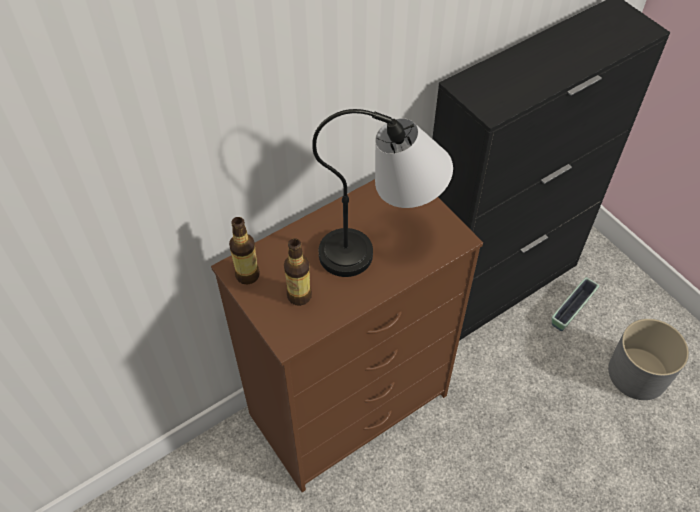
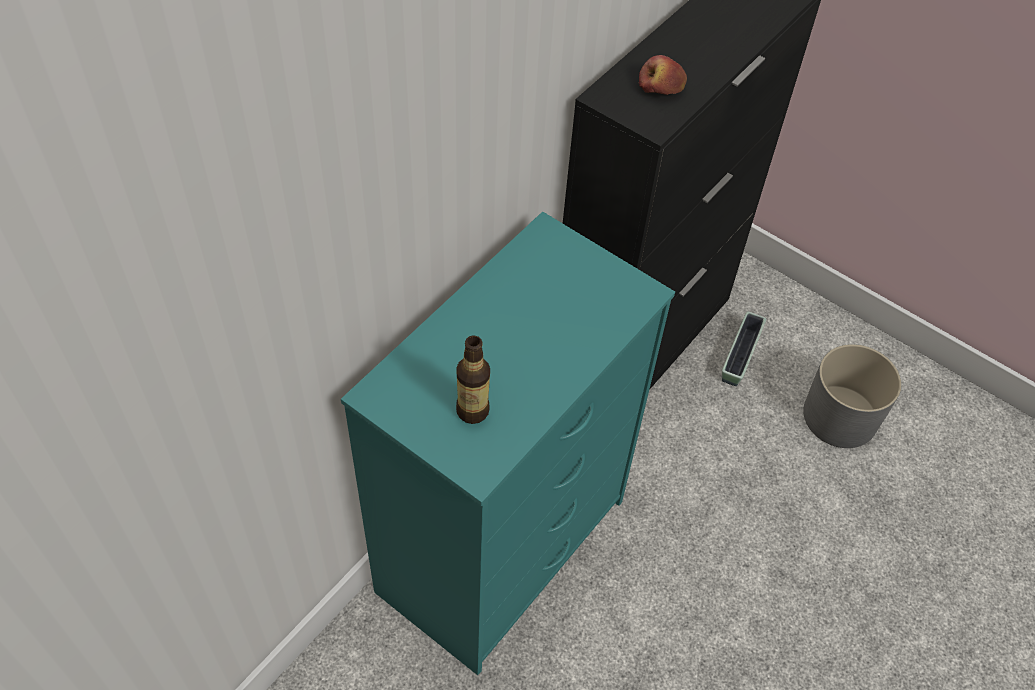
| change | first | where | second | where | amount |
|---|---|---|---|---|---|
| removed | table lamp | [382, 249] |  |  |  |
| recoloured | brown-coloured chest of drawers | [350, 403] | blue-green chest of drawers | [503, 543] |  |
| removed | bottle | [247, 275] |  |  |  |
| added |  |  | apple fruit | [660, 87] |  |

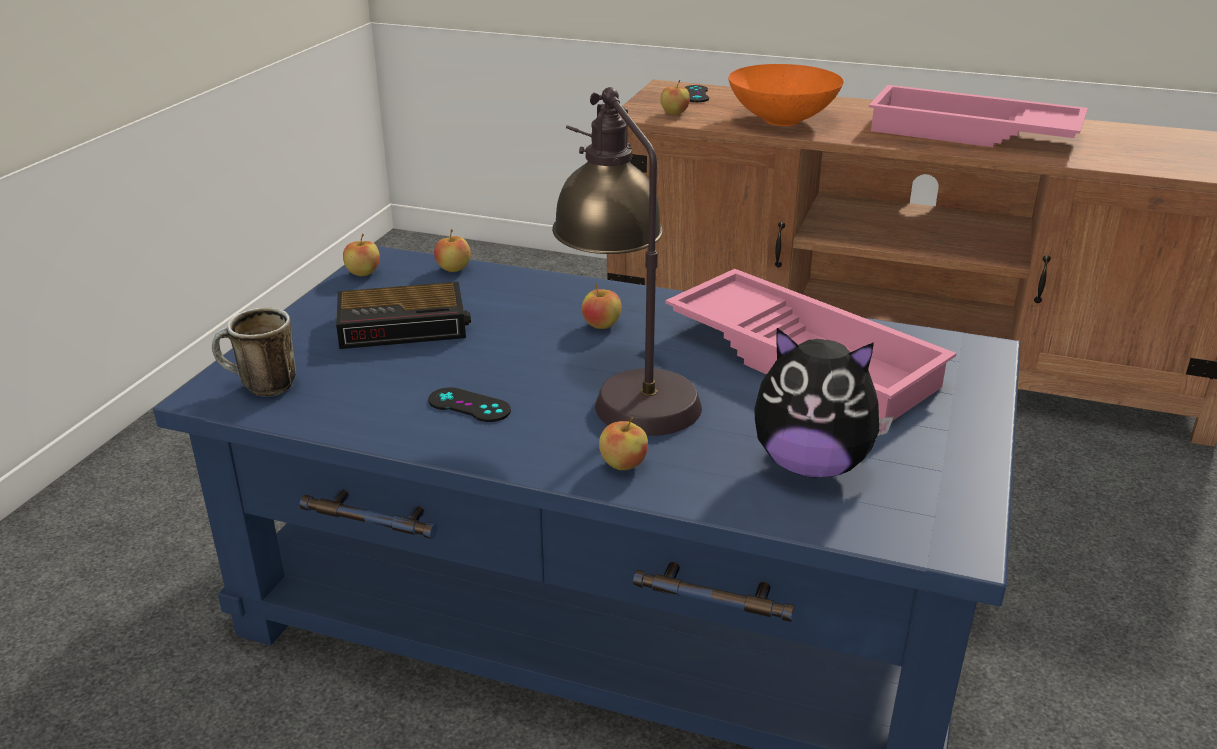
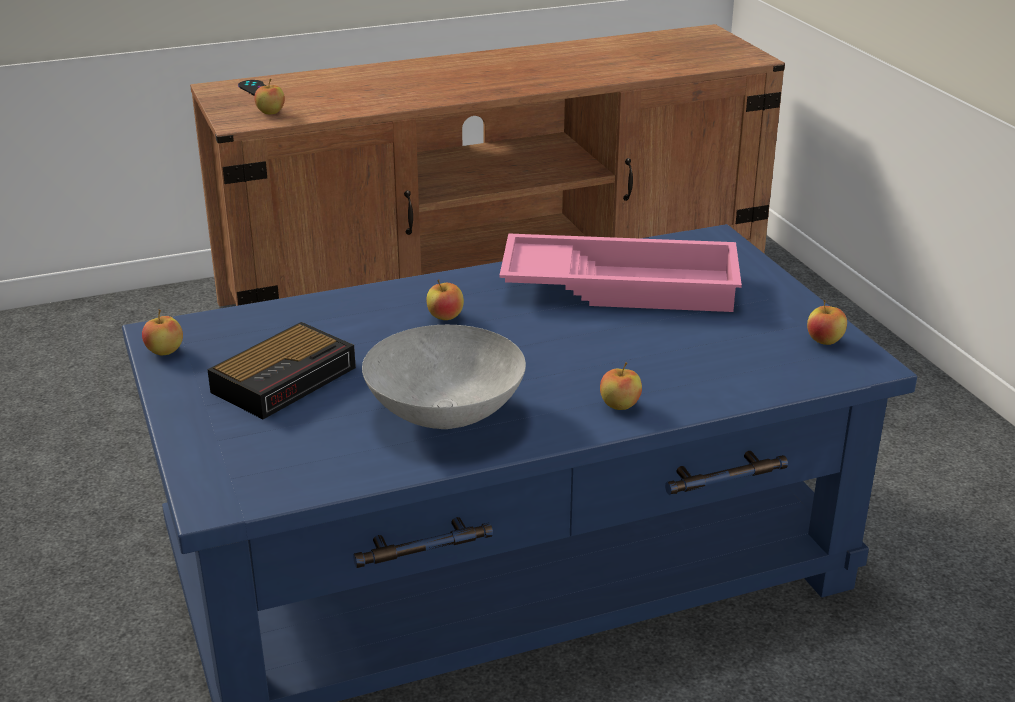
| change | first | where | second | where | amount |
|---|---|---|---|---|---|
| removed | orange-coloured bowl | [780, 121] |  |  |  |
| removed | pinkish tray | [970, 134] |  |  |  |
| removed | table lamp | [626, 388] |  |  |  |
| moved | apple fruit | [453, 269] |  | [824, 341] |  |
| removed | coffee mug | [259, 388] |  |  |  |
| removed | cuddly toy | [812, 465] |  |  |  |
| replaced | black-coloured game controller | [469, 405] | greyish bowl | [447, 415] |  |

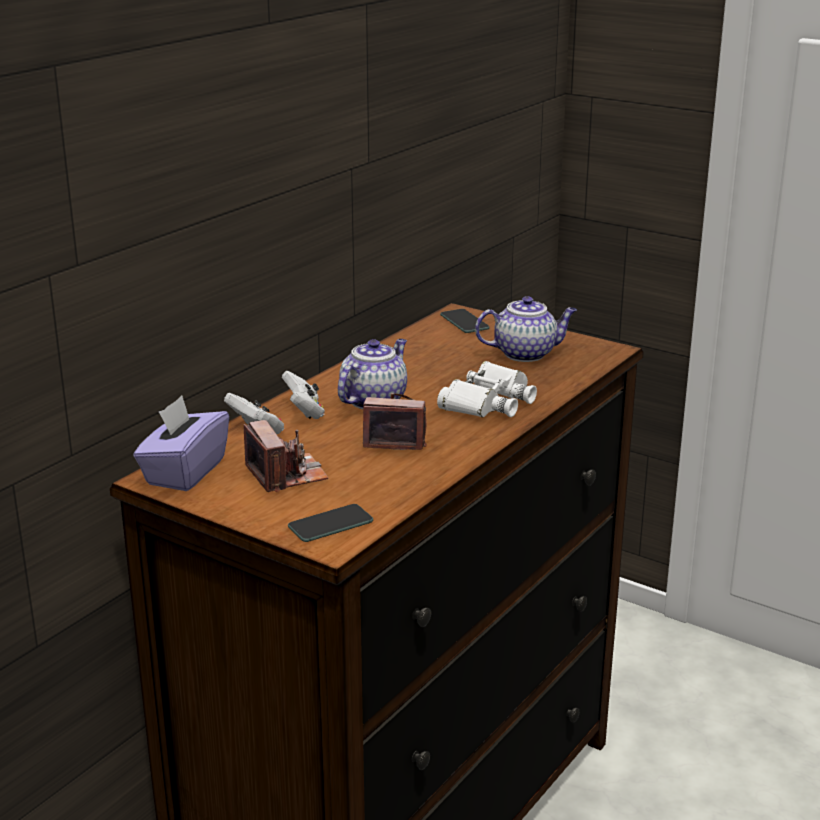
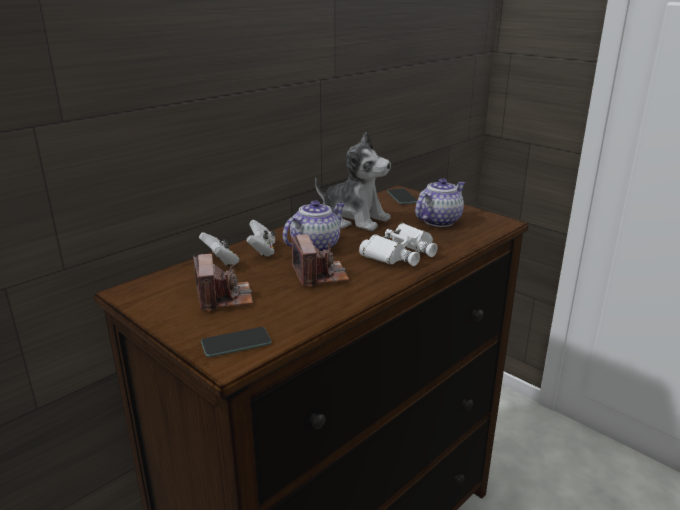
| change | first | where | second | where | amount |
|---|---|---|---|---|---|
| turned | teapot | [526, 353] |  | [439, 221] | 45 degrees counterclockwise |
| turned | photo camera | [395, 438] |  | [320, 275] | 60 degrees clockwise |
| removed | purple tissue box | [184, 472] |  |  |  |
| added |  |  | cuddly toy | [354, 219] |  |

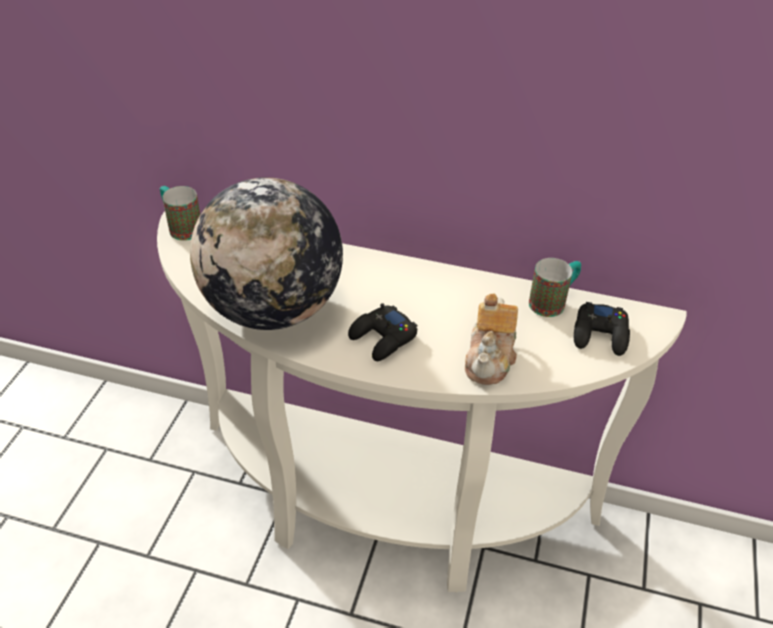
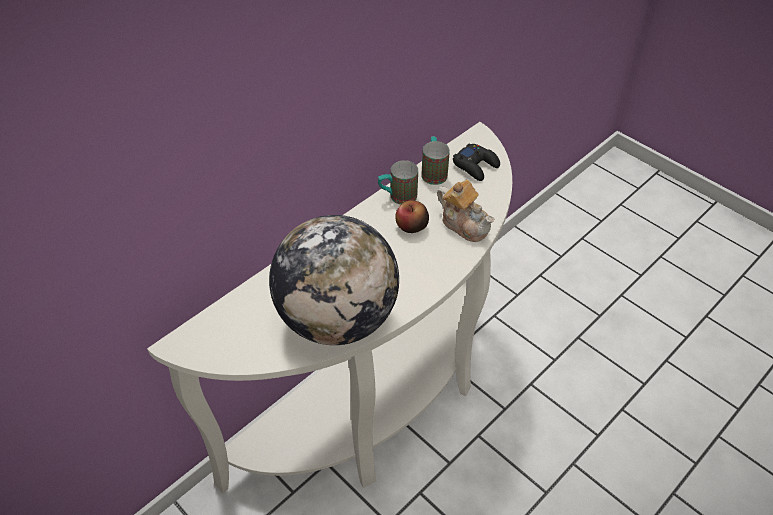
| change | first | where | second | where | amount |
|---|---|---|---|---|---|
| moved | coffee mug | [181, 227] |  | [397, 197] |  |
| removed | black-coloured game controller | [383, 338] |  |  |  |
| added |  |  | apple fruit | [411, 226] |  |

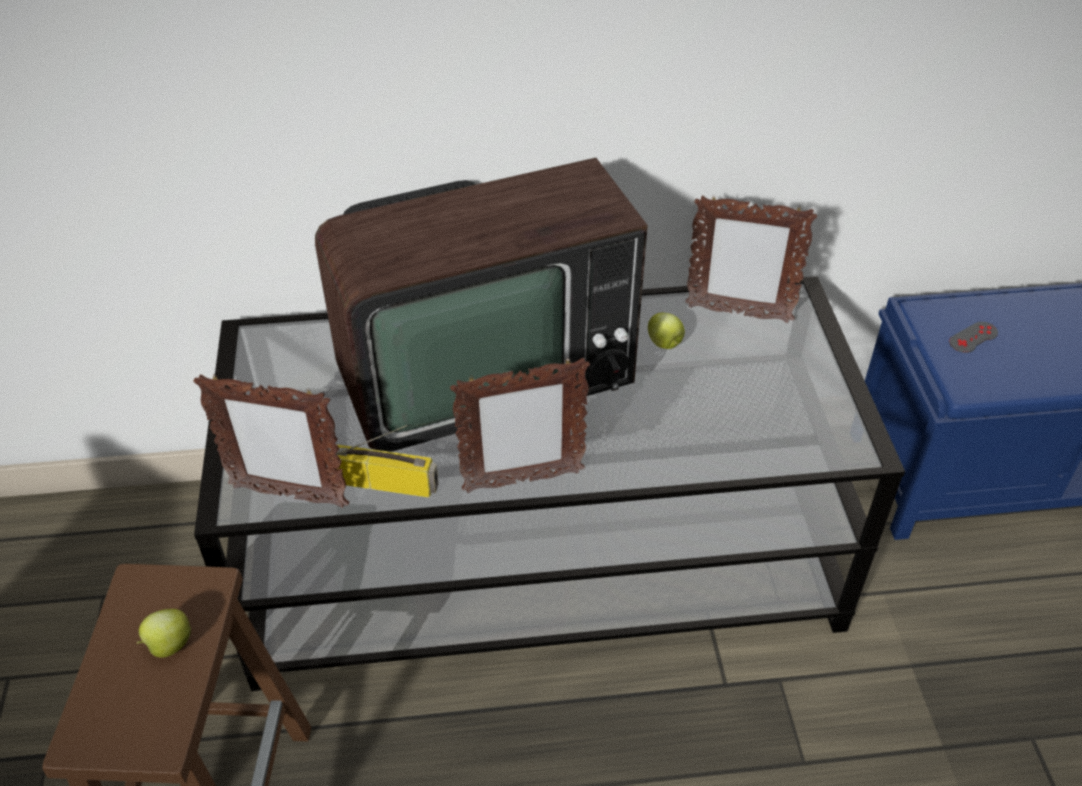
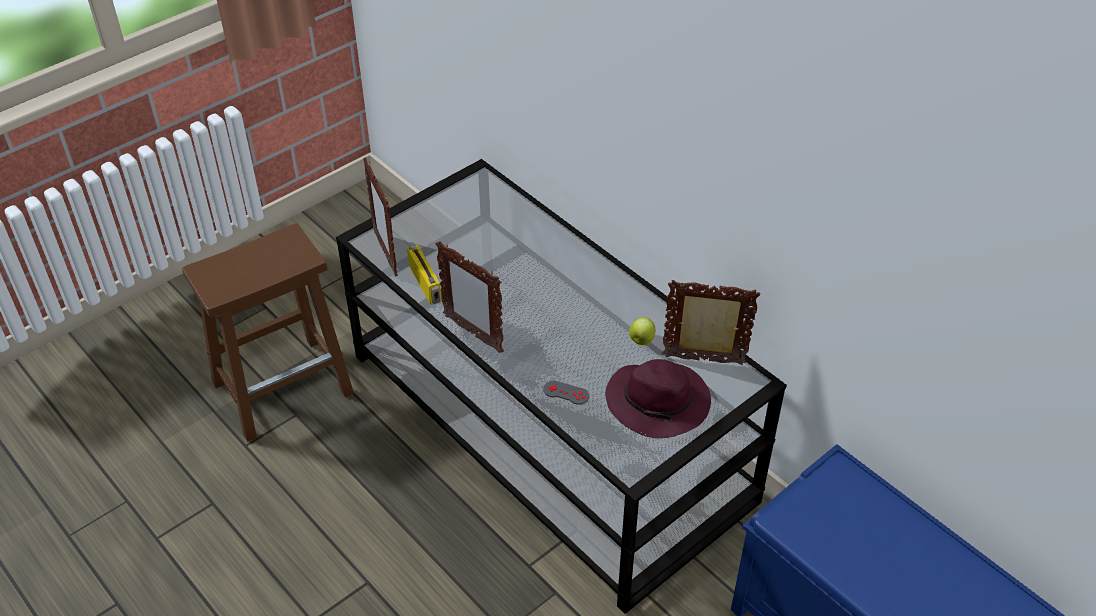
| change | first | where | second | where | amount |
|---|---|---|---|---|---|
| removed | TV set | [477, 369] |  |  |  |
| turned | photo frame | [737, 313] |  | [704, 361] | 120 degrees clockwise |
| moved | greyish game controller | [973, 337] |  | [566, 393] |  |
| removed | apple fruit | [168, 645] |  |  |  |
| added |  |  | purple clothing hat | [659, 403] |  |

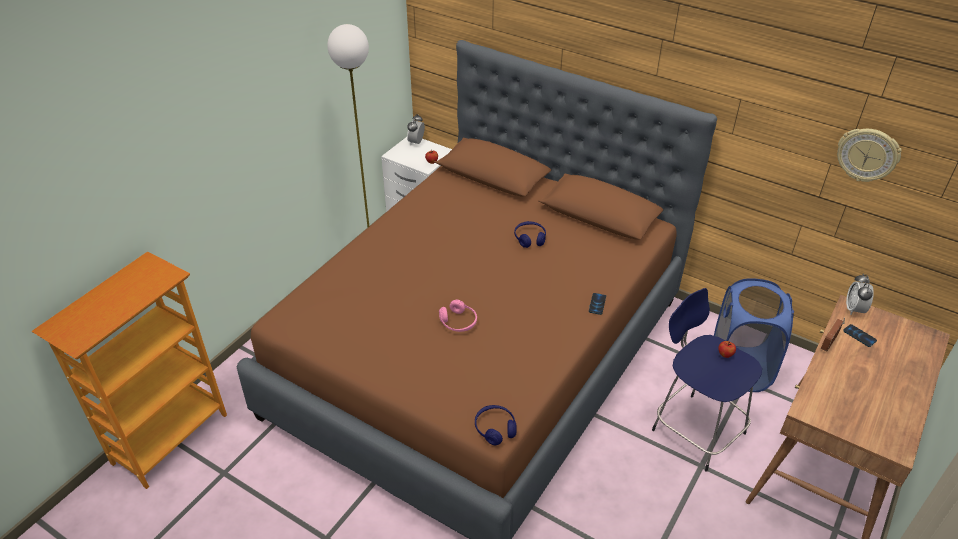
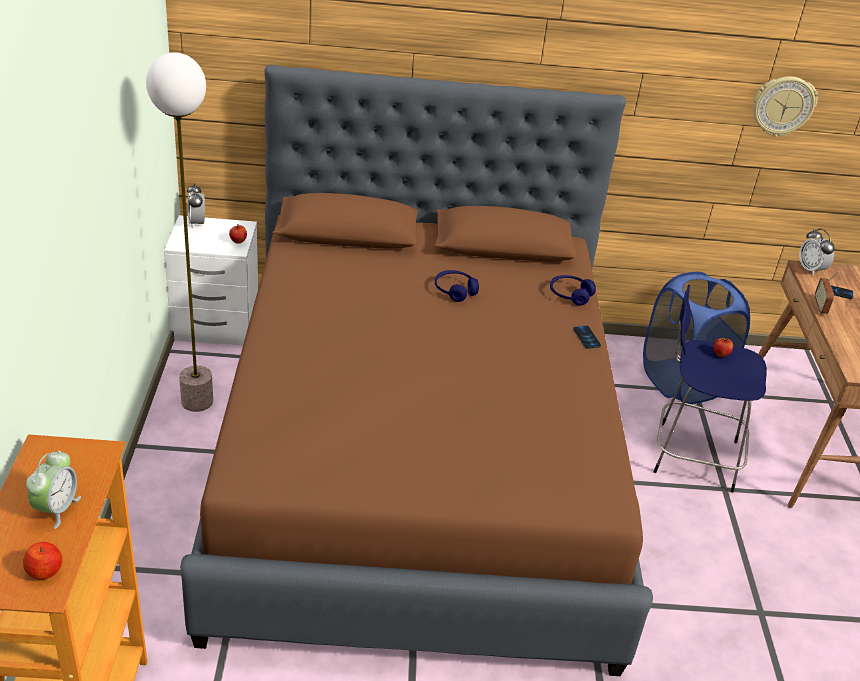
| change | first | where | second | where | amount |
|---|---|---|---|---|---|
| removed | pinkish headphones | [458, 322] |  |  |  |
| moved | blue-coloured headphones | [495, 428] |  | [570, 295] |  |
| added |  |  | table clock | [56, 509] |  |
| added |  |  | apple fruit | [45, 571] |  |

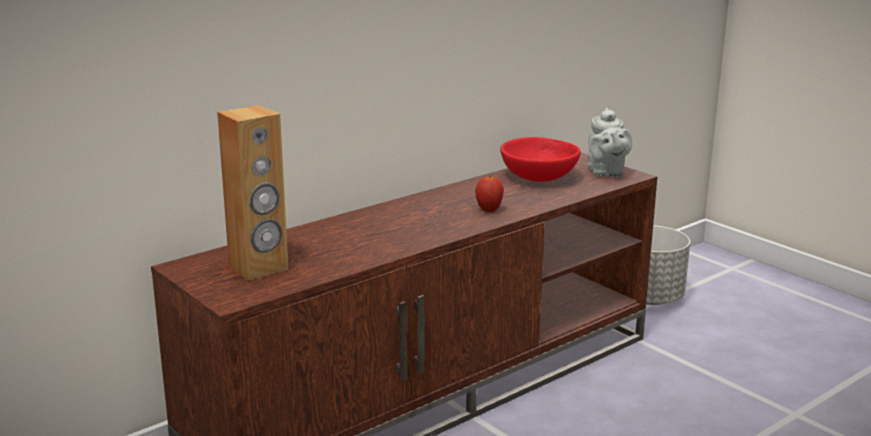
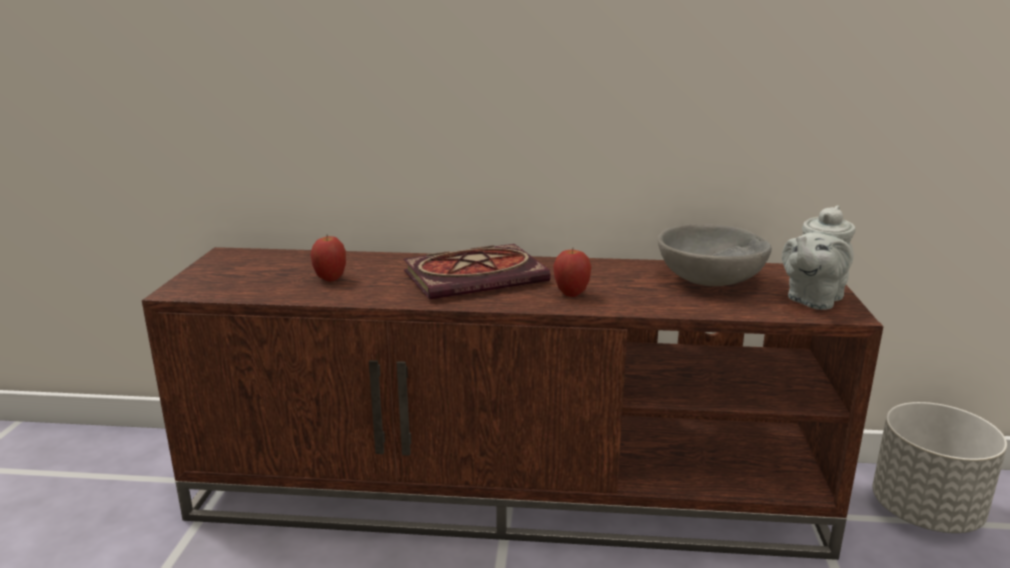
| change | first | where | second | where | amount |
|---|---|---|---|---|---|
| removed | brown-coloured loudspeaker | [259, 268] |  |  |  |
| recoloured | red-coloured bowl | [540, 178] | greyish bowl | [711, 280] |  |
| added |  |  | apple fruit | [330, 279] |  |
| added |  |  | bound book | [477, 276] |  |

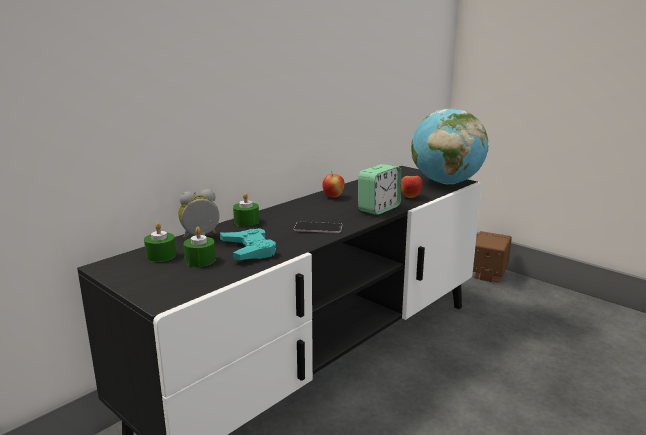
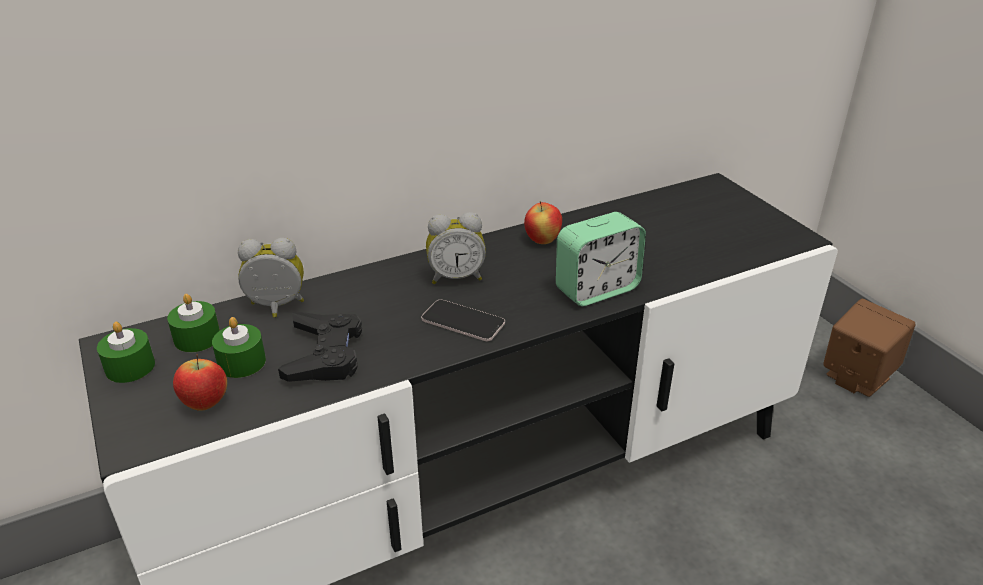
| change | first | where | second | where | amount |
|---|---|---|---|---|---|
| removed | desk globe | [446, 183] |  |  |  |
| moved | apple fruit | [410, 197] |  | [205, 404] |  |
| moved | green candle | [246, 221] |  | [130, 367] |  |
| recoloured | blue-green game controller | [249, 250] | black-coloured game controller | [324, 354] |  |
| added |  |  | table clock | [456, 277] |  |

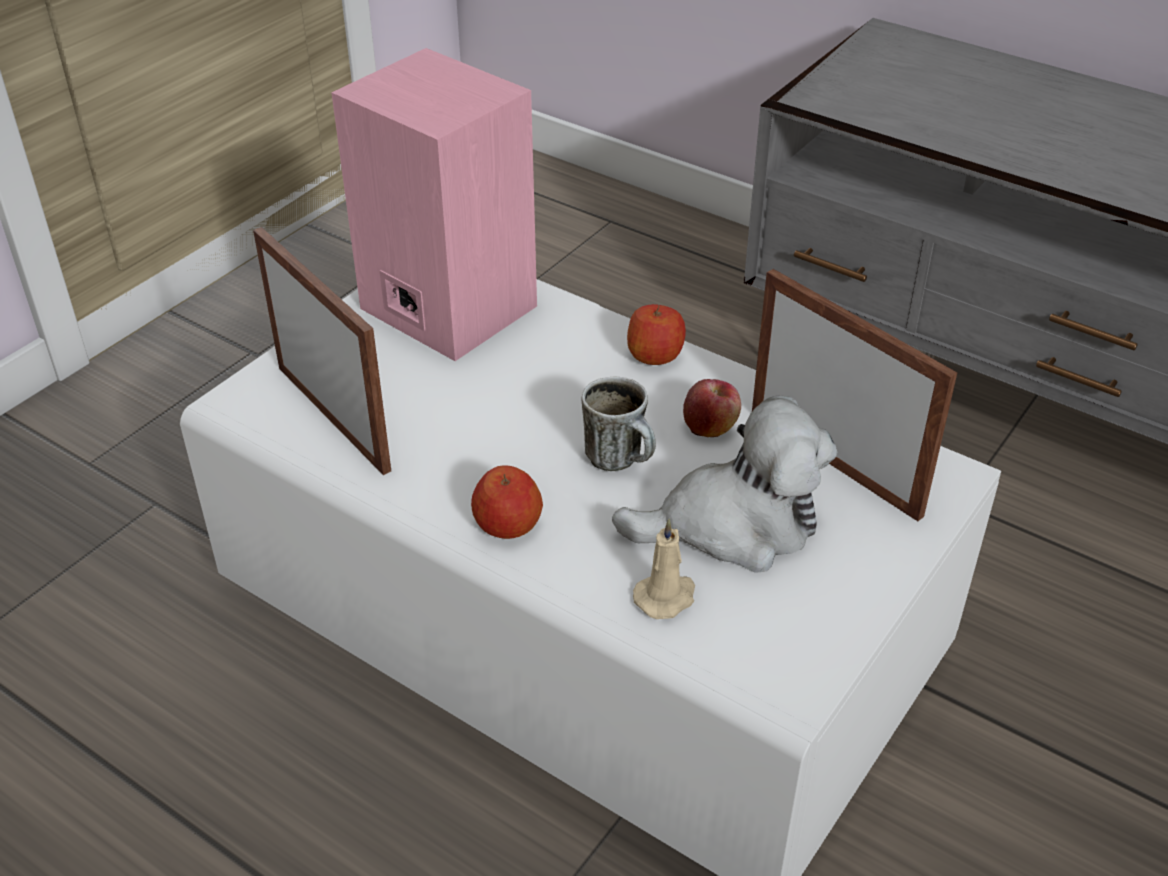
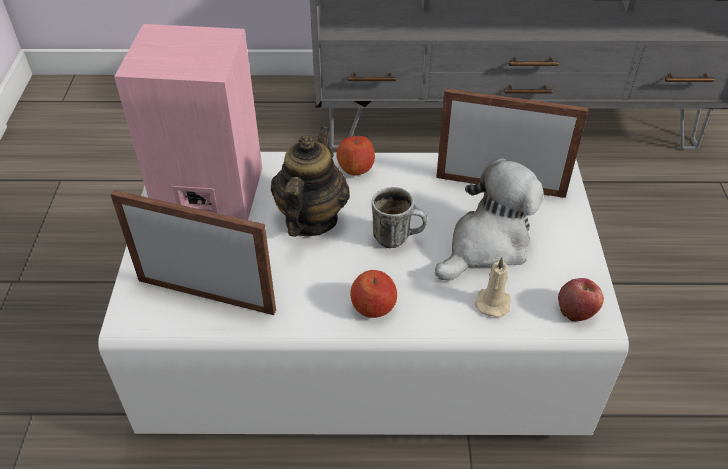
| change | first | where | second | where | amount |
|---|---|---|---|---|---|
| moved | apple fruit | [710, 426] |  | [577, 310] |  |
| added |  |  | teapot | [310, 219] |  |

